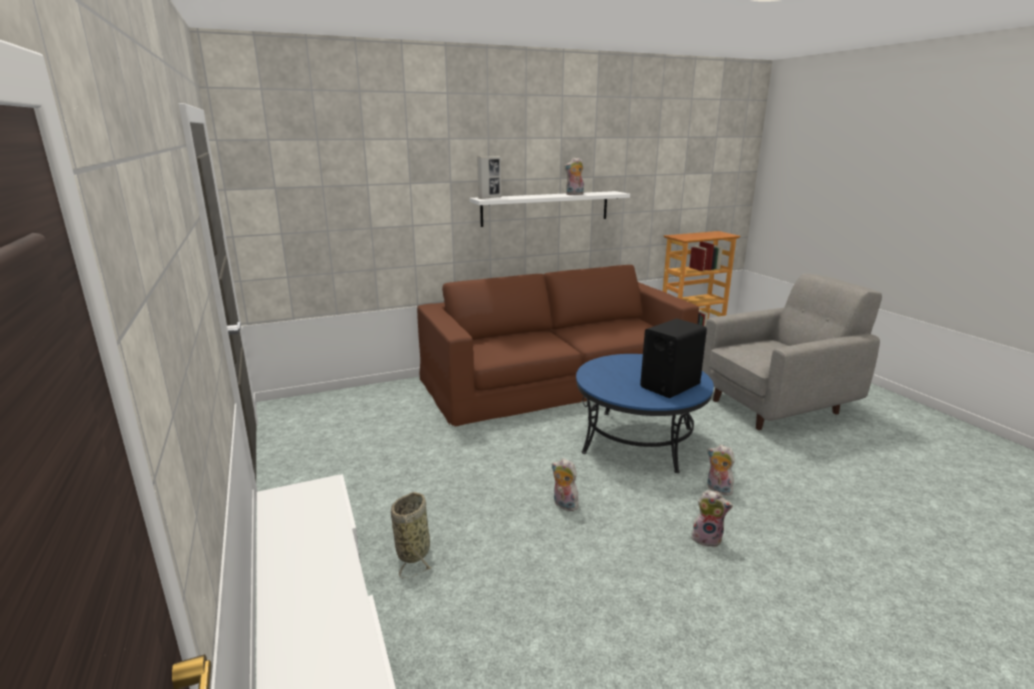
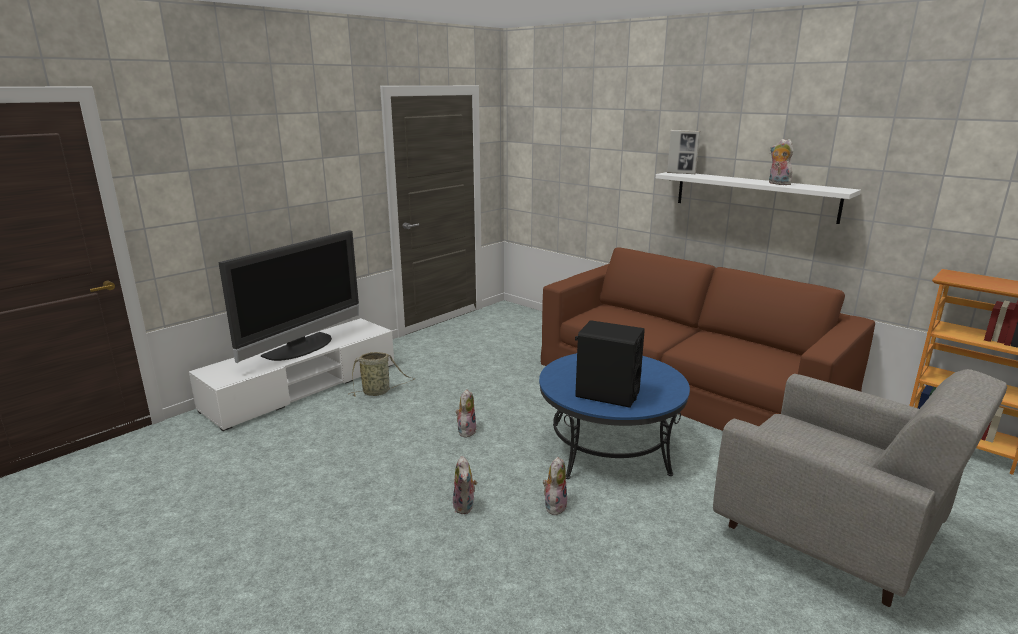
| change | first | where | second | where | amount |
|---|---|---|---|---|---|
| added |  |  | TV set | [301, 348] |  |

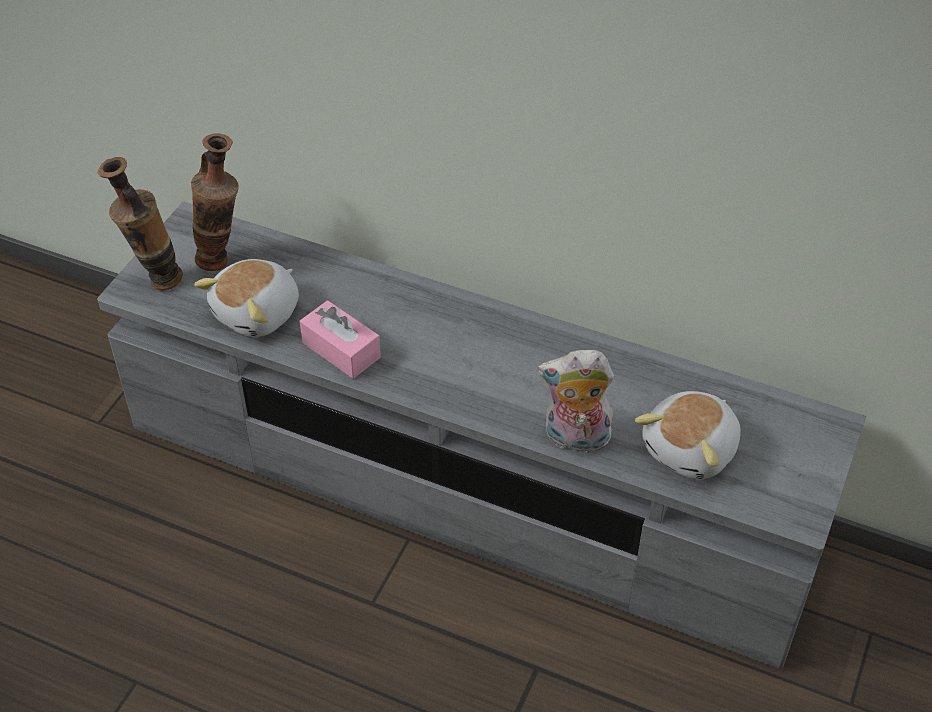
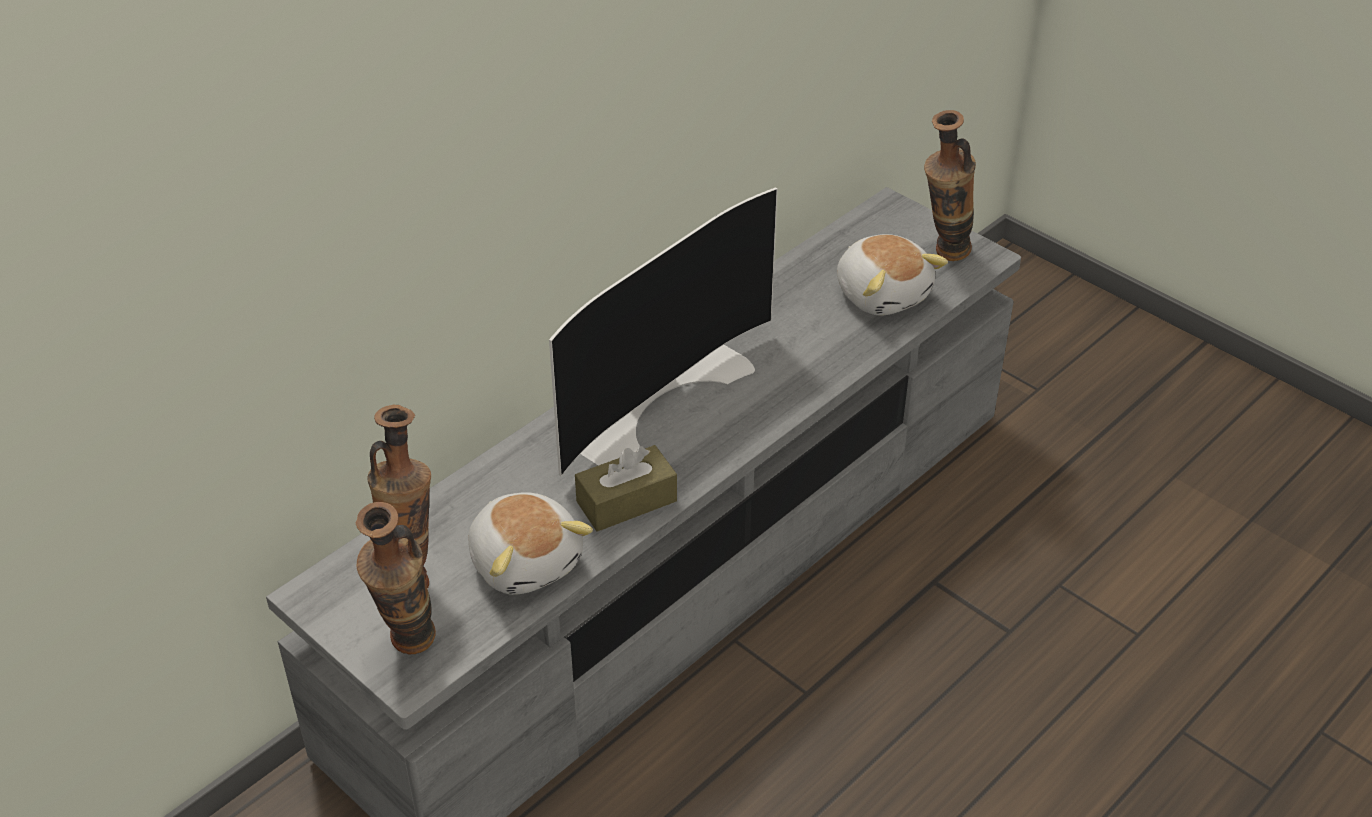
| change | first | where | second | where | amount |
|---|---|---|---|---|---|
| recoloured | pinkish tissue box | [341, 350] | brown-coloured tissue box | [626, 501] |  |
| removed | cuddly toy | [575, 439] |  |  |  |
| added |  |  | vase | [942, 255] |  |
| added |  |  | TV set | [656, 396] |  |

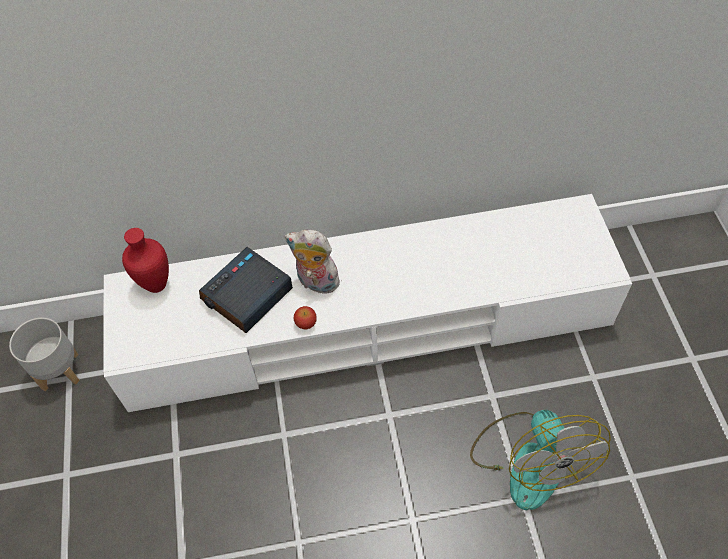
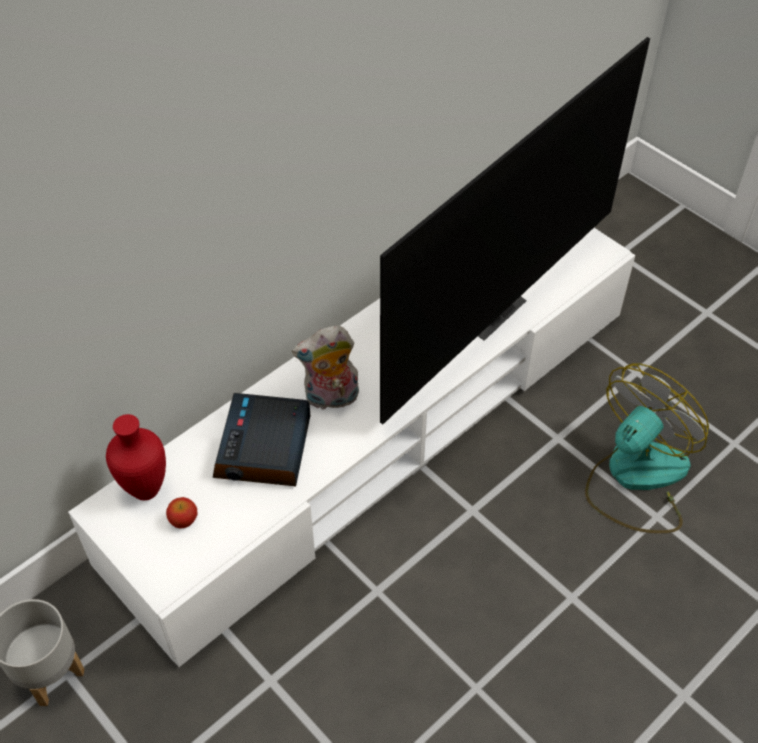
| change | first | where | second | where | amount |
|---|---|---|---|---|---|
| moved | apple fruit | [306, 324] |  | [184, 520] |  |
| turned | electric fan | [529, 459] |  | [635, 478] | 90 degrees counterclockwise |
| added |  |  | TV set | [487, 308] |  |

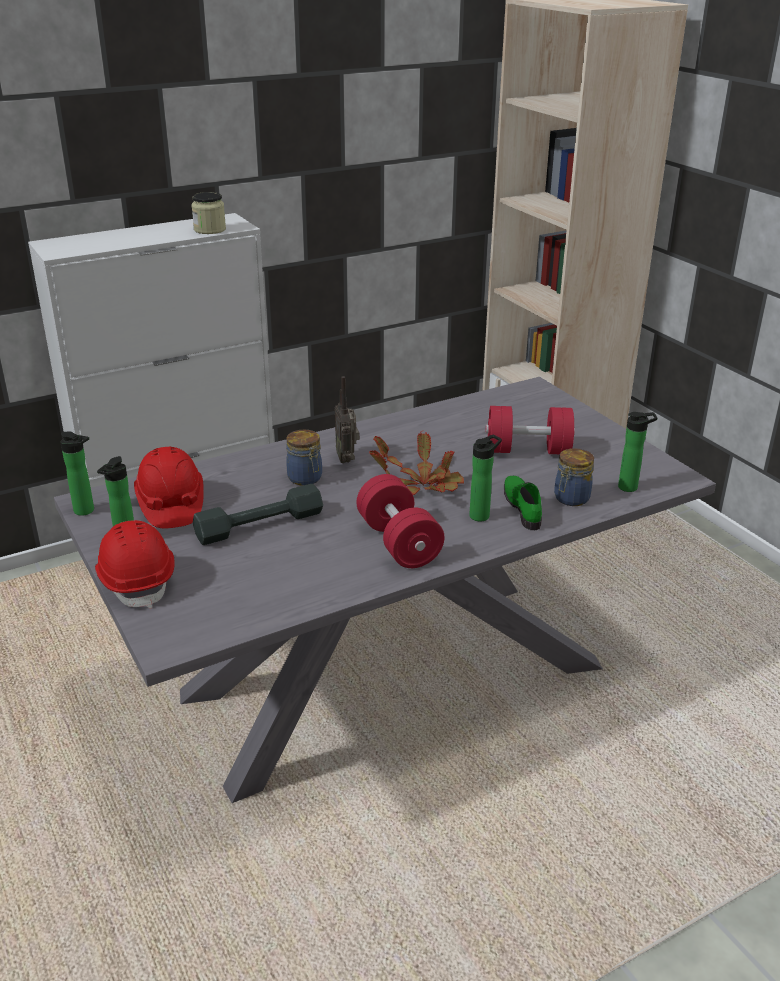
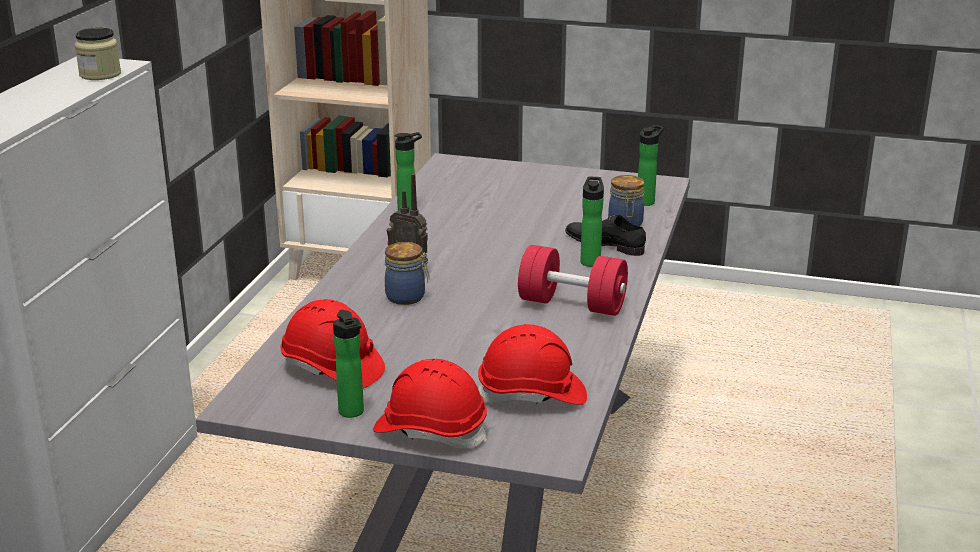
| change | first | where | second | where | amount |
|---|---|---|---|---|---|
| removed | red-coloured hand weight | [528, 450] |  |  |  |
| moved | bottle | [86, 511] |  | [409, 208] |  |
| removed | potted plant | [422, 484] |  |  |  |
| recoloured | green low shoe | [523, 506] | black-coloured low shoe | [605, 243] |  |
| removed | greyish hand weight | [259, 525] |  |  |  |
| added |  |  | red-coloured safety helmet | [532, 395] |  |

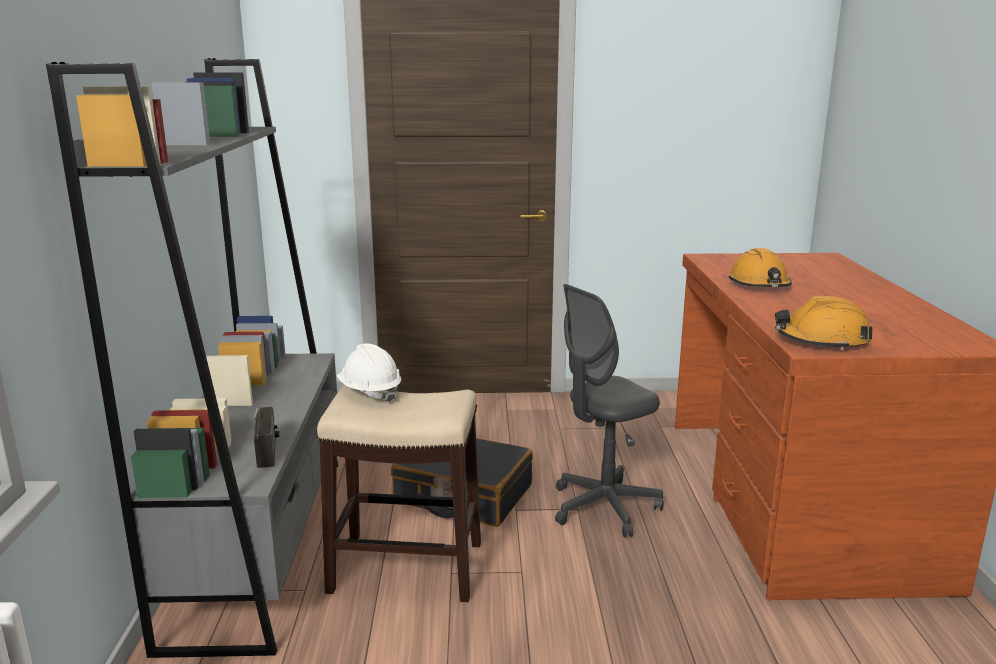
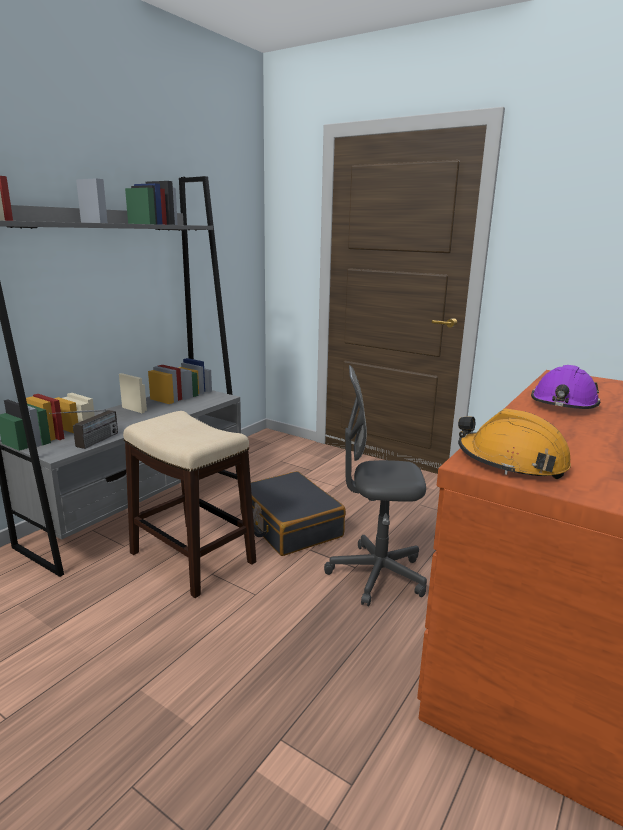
| change | first | where | second | where | amount |
|---|---|---|---|---|---|
| recoloured | orange-coloured safety helmet | [759, 285] | purple safety helmet | [563, 404] |  |
| removed | white safety helmet | [370, 392] |  |  |  |

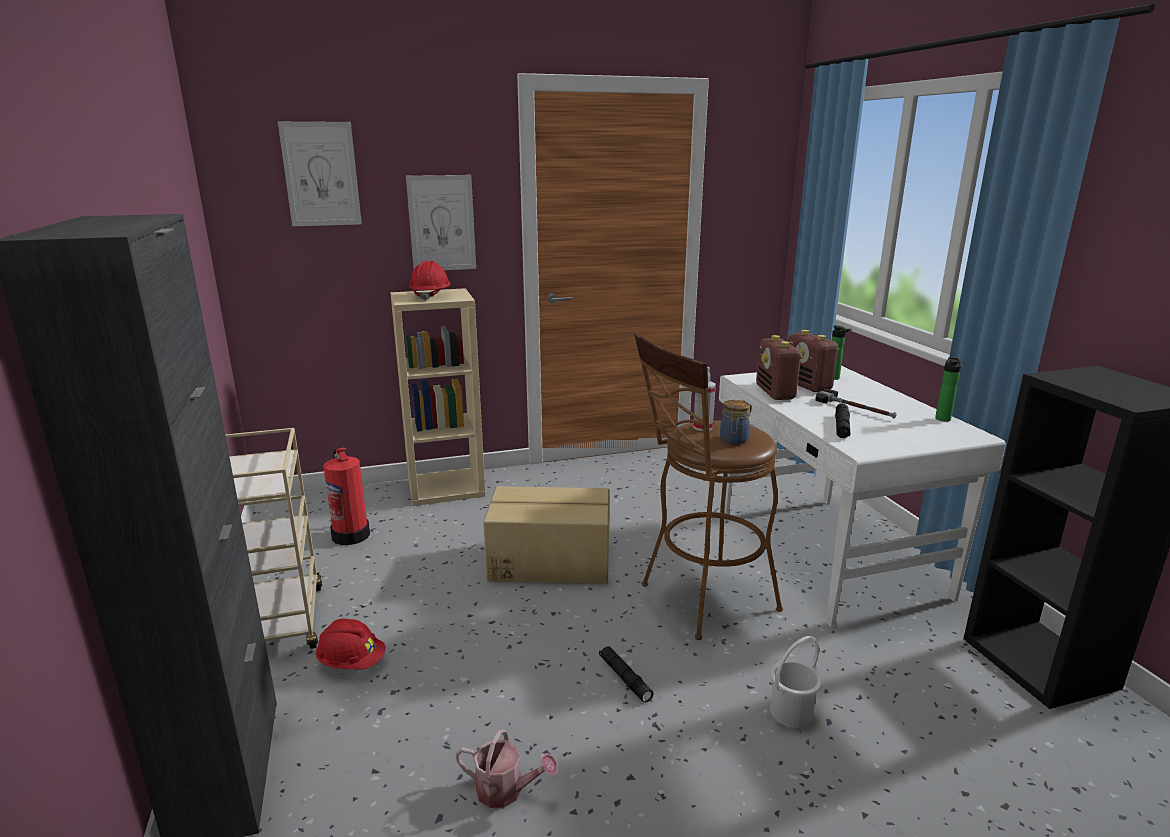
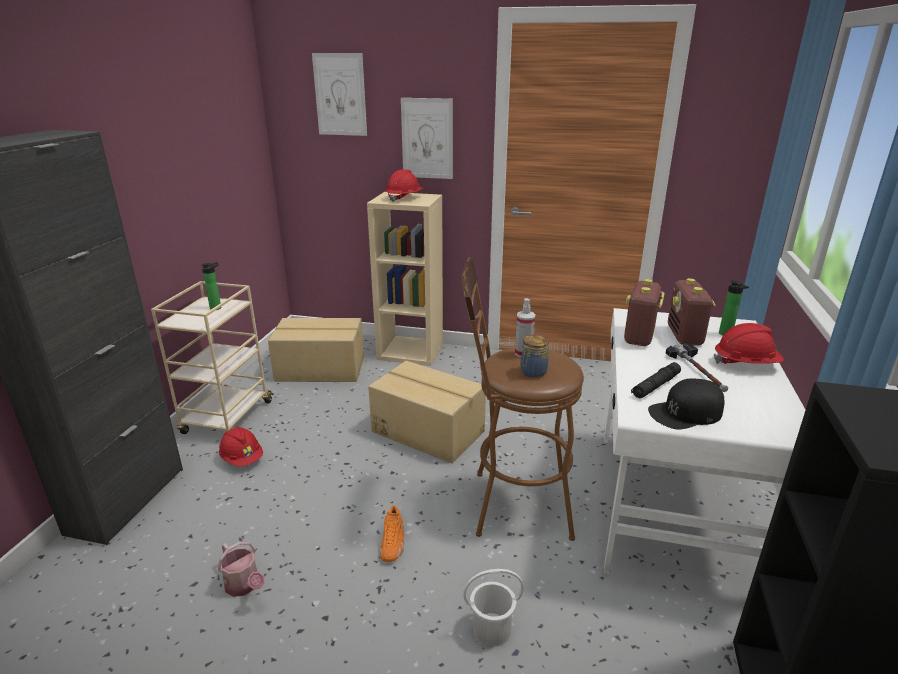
| change | first | where | second | where | amount |
|---|---|---|---|---|---|
| moved | bottle | [942, 418] |  | [217, 308] |  |
| replaced | fire extinguisher | [351, 534] | carton | [320, 369] |  |
| replaced | black-coloured hand torch | [625, 678] | orange-coloured low shoe | [393, 542] |  |
| added |  |  | red-coloured safety helmet | [745, 364] |  |
| added |  |  | black-coloured baseball cap | [686, 412] |  |

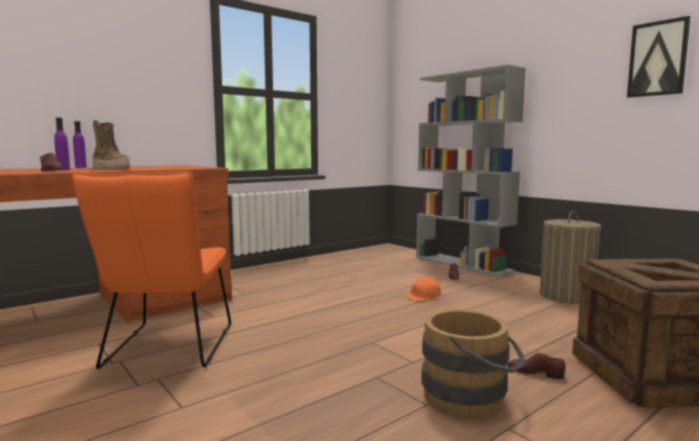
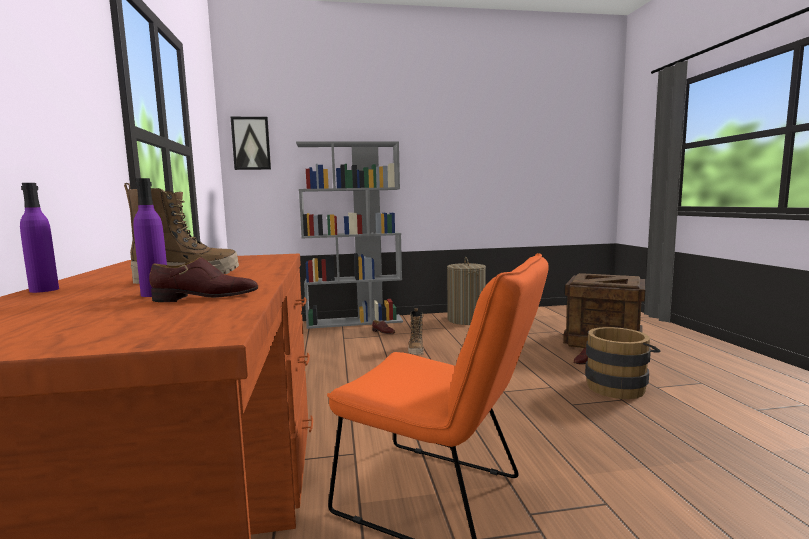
| change | first | where | second | where | amount |
|---|---|---|---|---|---|
| moved | picture | [658, 59] |  | [251, 143] |  |
| replaced | orange-coloured safety helmet | [424, 296] | high-top boot | [416, 351] |  |

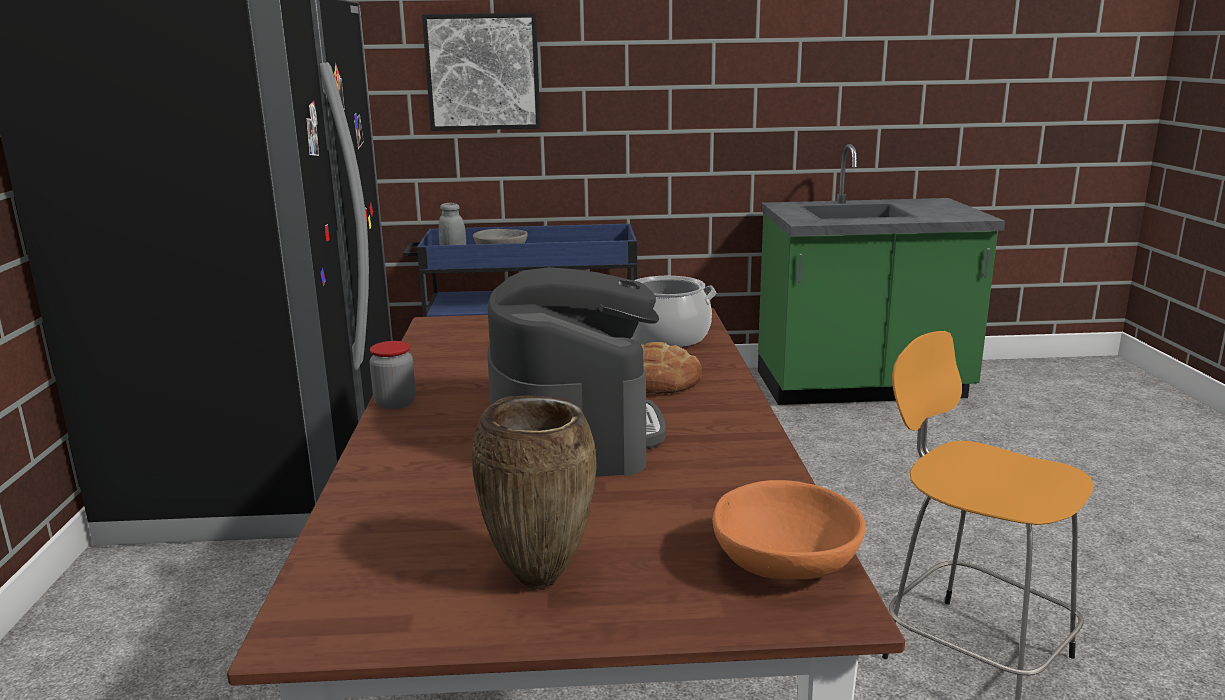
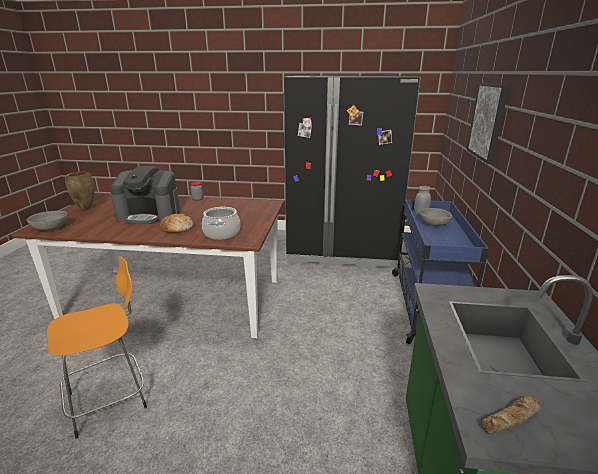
| change | first | where | second | where | amount |
|---|---|---|---|---|---|
| recoloured | orange-coloured bowl | [783, 566] | greyish bowl | [51, 228] |  |
| added |  |  | bakery bread | [511, 419] |  |

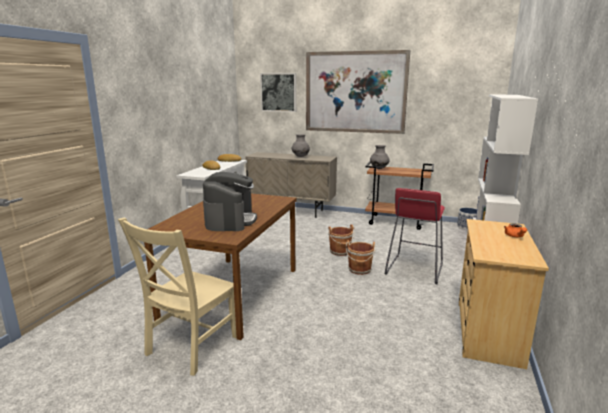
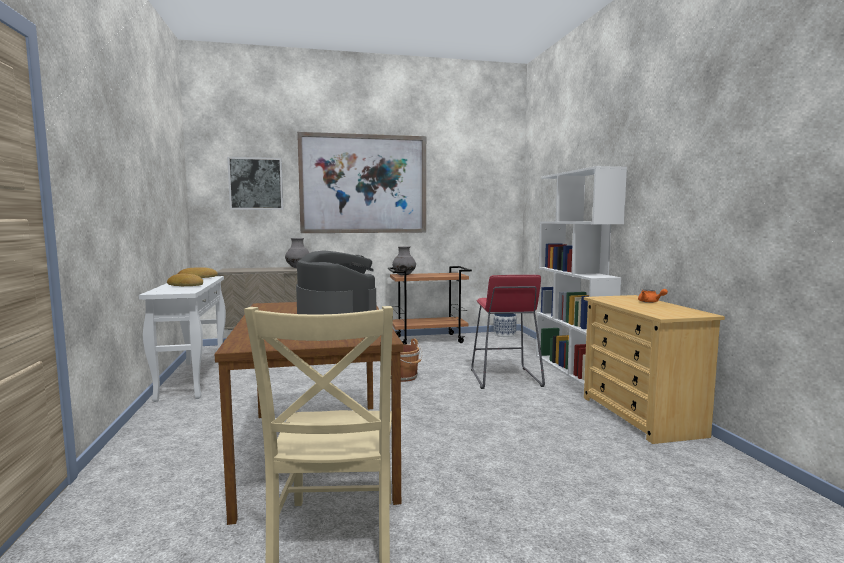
| change | first | where | second | where | amount |
|---|---|---|---|---|---|
| removed | brown-coloured pail | [360, 270] |  |  |  |

